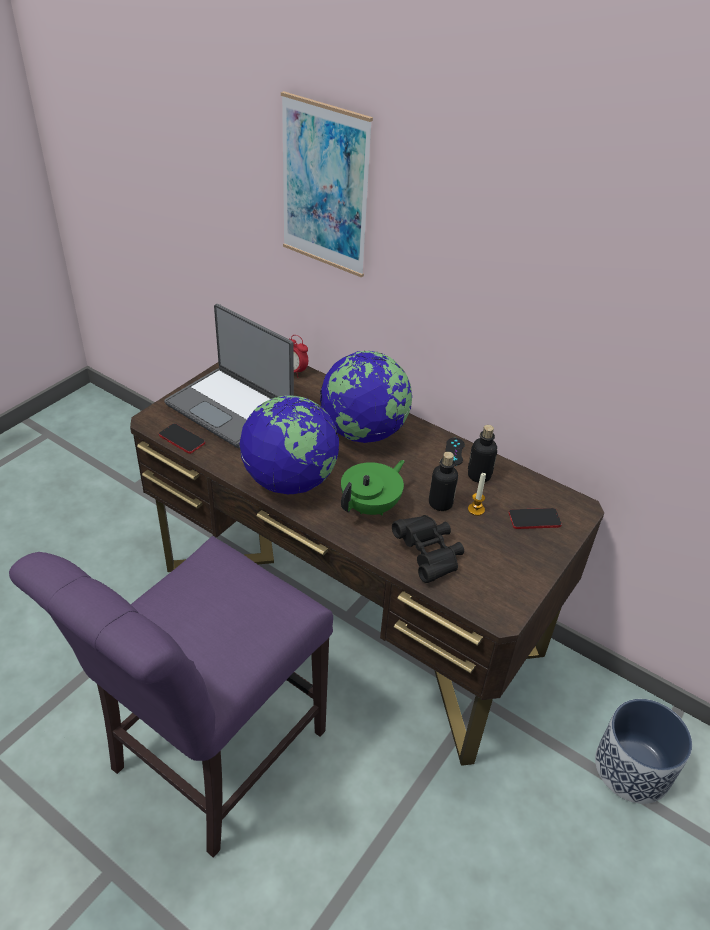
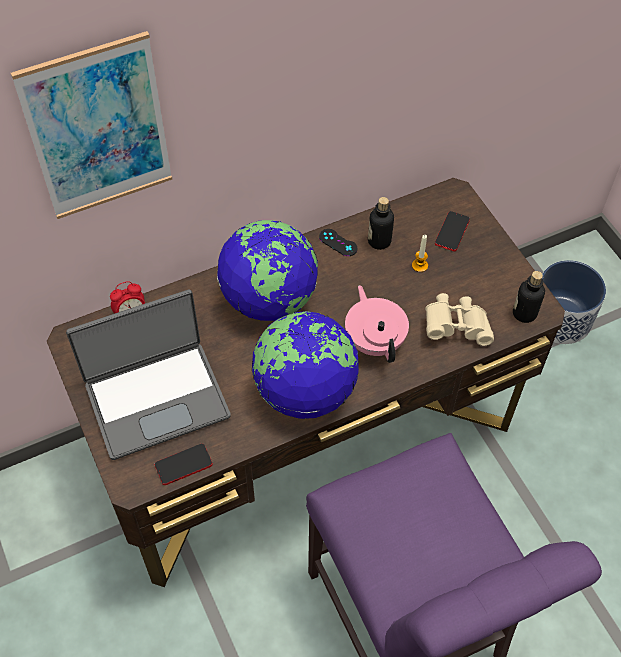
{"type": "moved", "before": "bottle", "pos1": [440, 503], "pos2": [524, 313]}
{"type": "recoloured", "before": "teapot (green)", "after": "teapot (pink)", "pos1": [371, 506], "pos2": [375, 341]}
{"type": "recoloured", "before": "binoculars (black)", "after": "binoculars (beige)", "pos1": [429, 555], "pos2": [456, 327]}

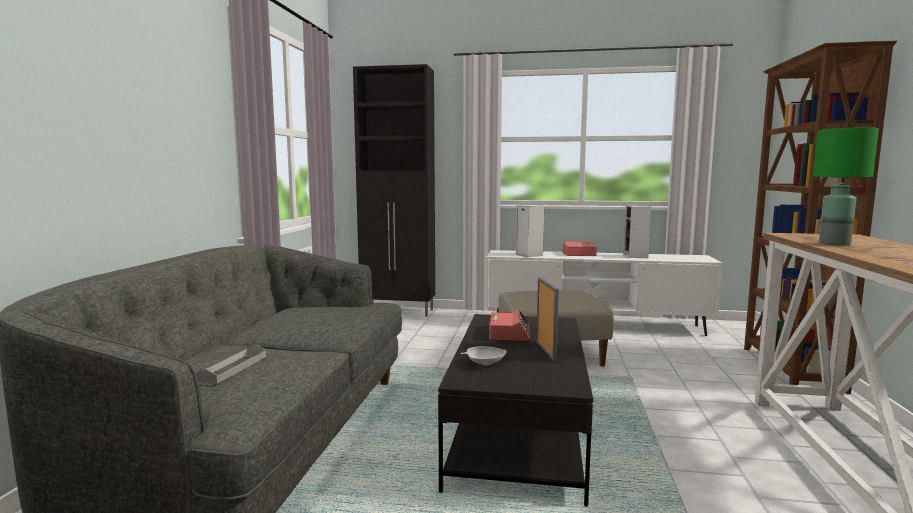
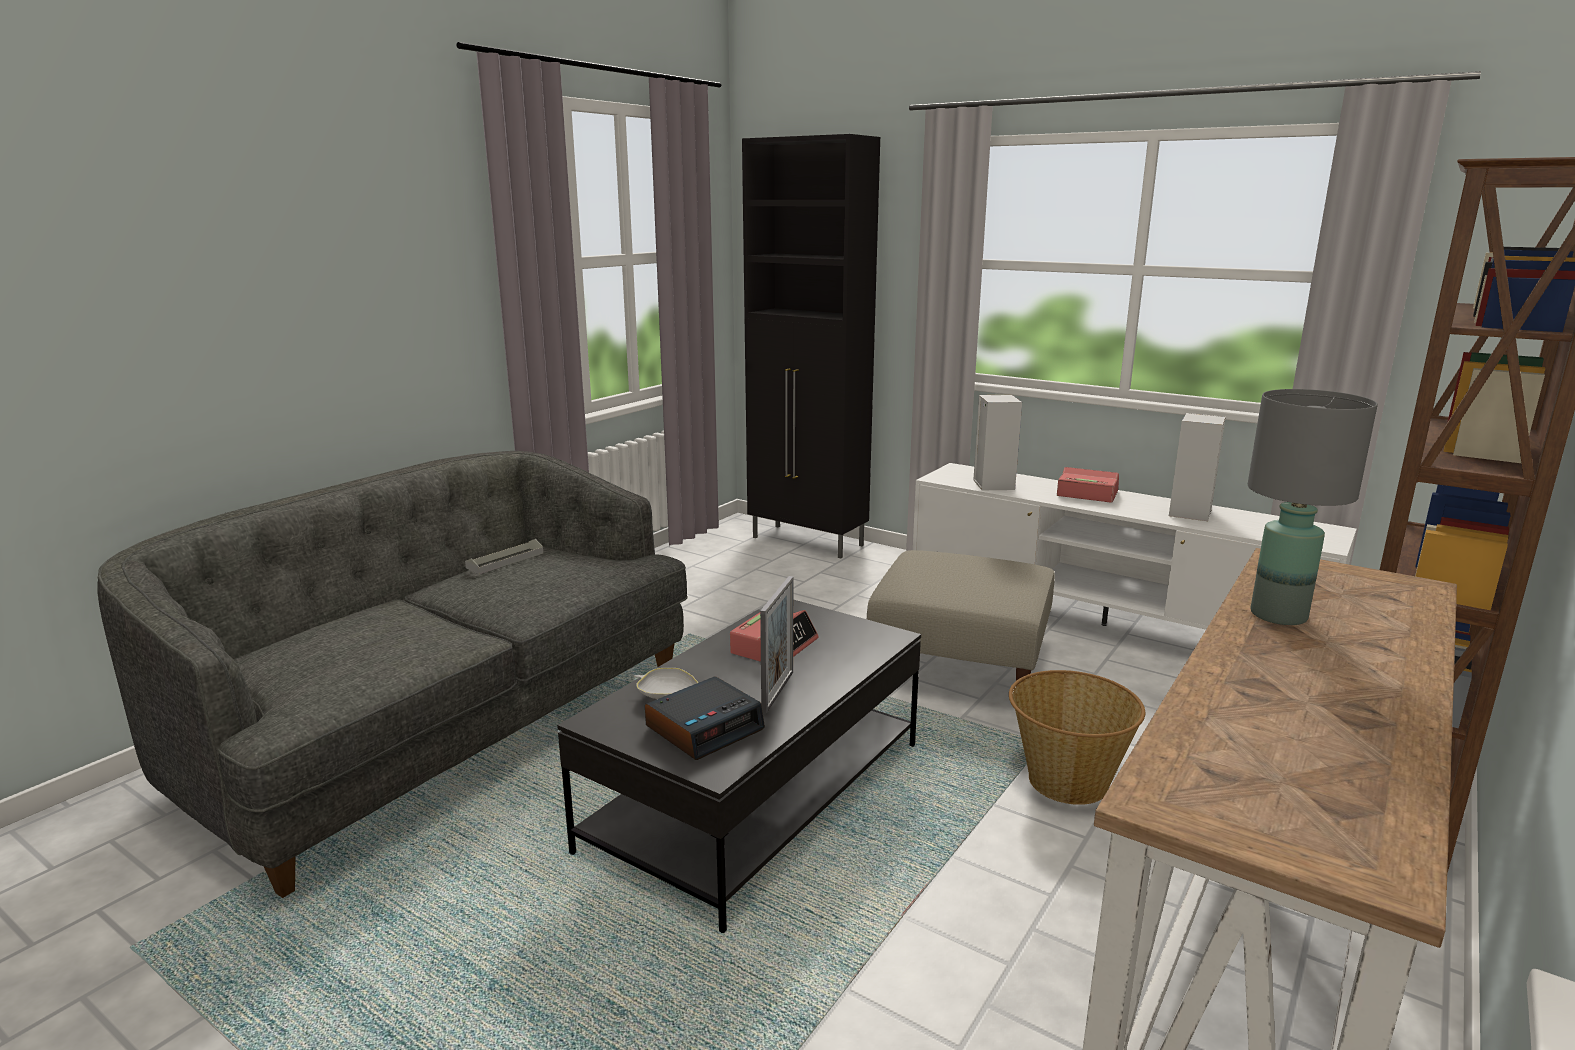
{"type": "recoloured", "before": "table lamp (green)", "after": "table lamp (grey)", "pos1": [833, 244], "pos2": [1277, 615]}
{"type": "moved", "before": "tray (grey)", "pos1": [233, 368], "pos2": [505, 560]}
{"type": "added", "after": "basket", "pos2": [1067, 780]}
{"type": "added", "after": "alarm clock", "pos2": [705, 727]}

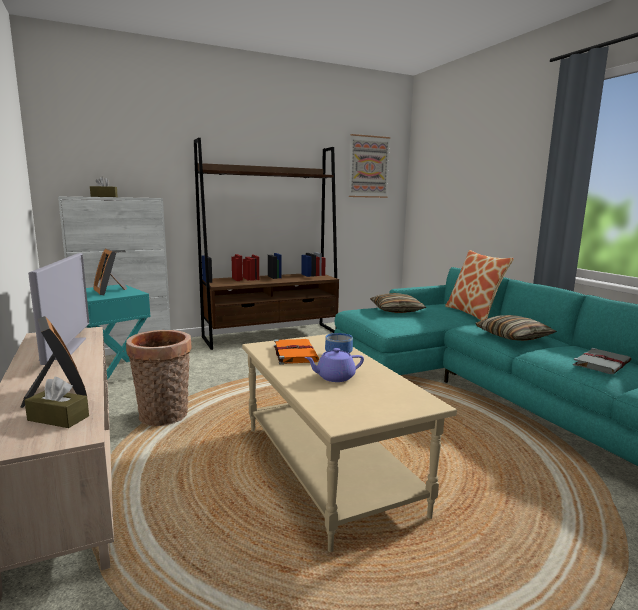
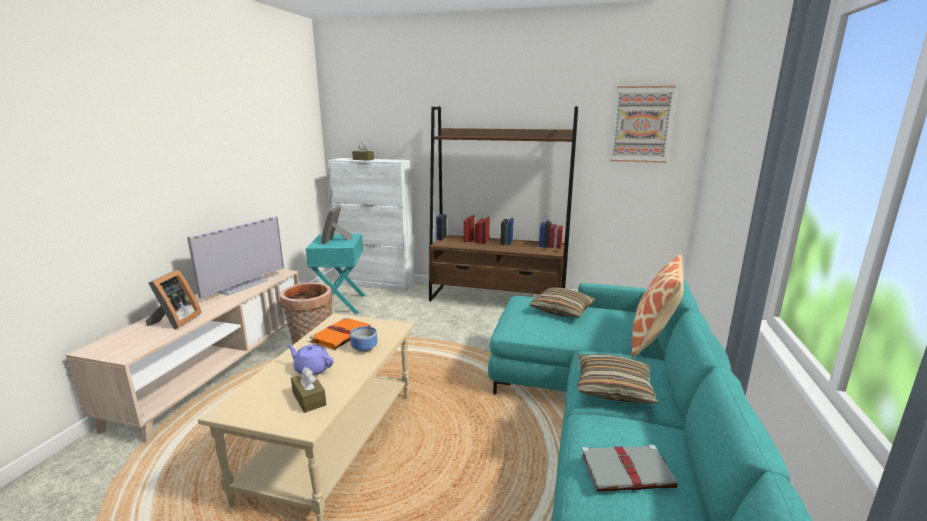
{"type": "moved", "before": "tissue box (brown)", "pos1": [58, 418], "pos2": [309, 399]}

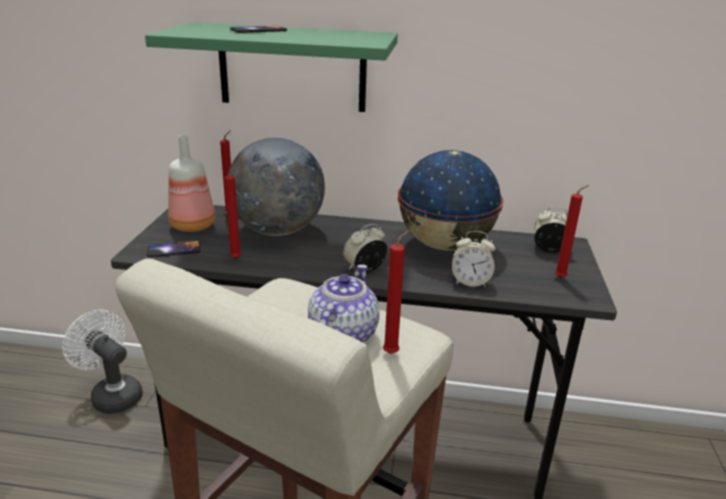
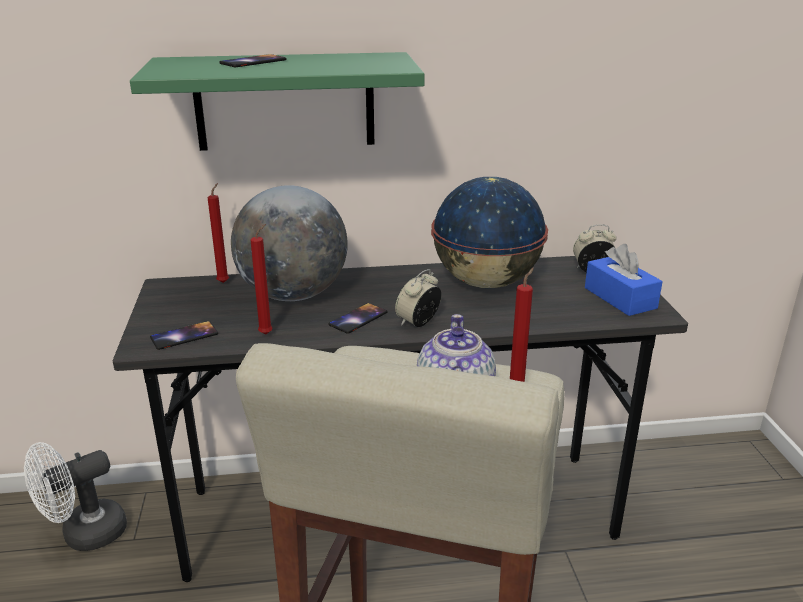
{"type": "removed", "before": "bottle", "pos1": [194, 225]}
{"type": "replaced", "before": "candle (red)", "after": "tissue box (blue)", "pos1": [562, 278], "pos2": [620, 298]}
{"type": "removed", "before": "alarm clock", "pos1": [470, 282]}
{"type": "turned", "before": "fan (white)", "pos1": [112, 394], "pos2": [84, 535], "turn": -60}
{"type": "added", "after": "phone", "pos2": [358, 318]}

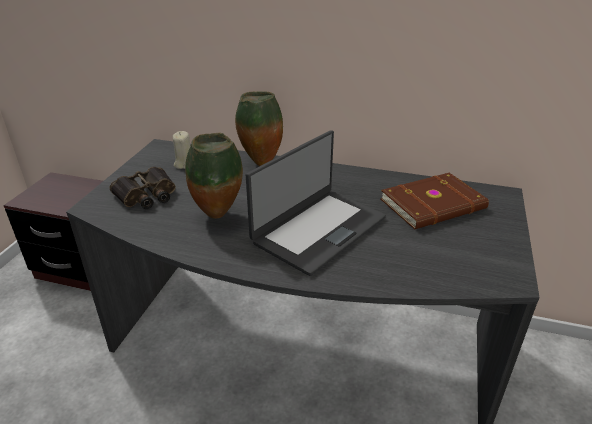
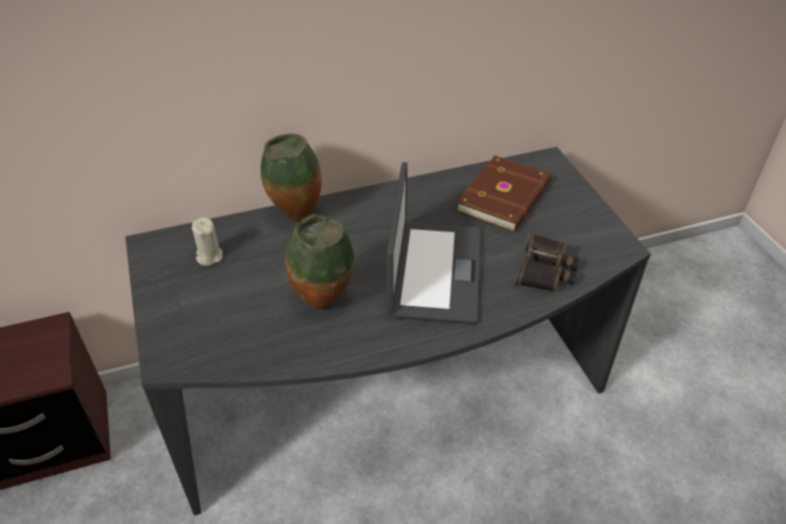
{"type": "moved", "before": "binoculars", "pos1": [146, 195], "pos2": [546, 270]}

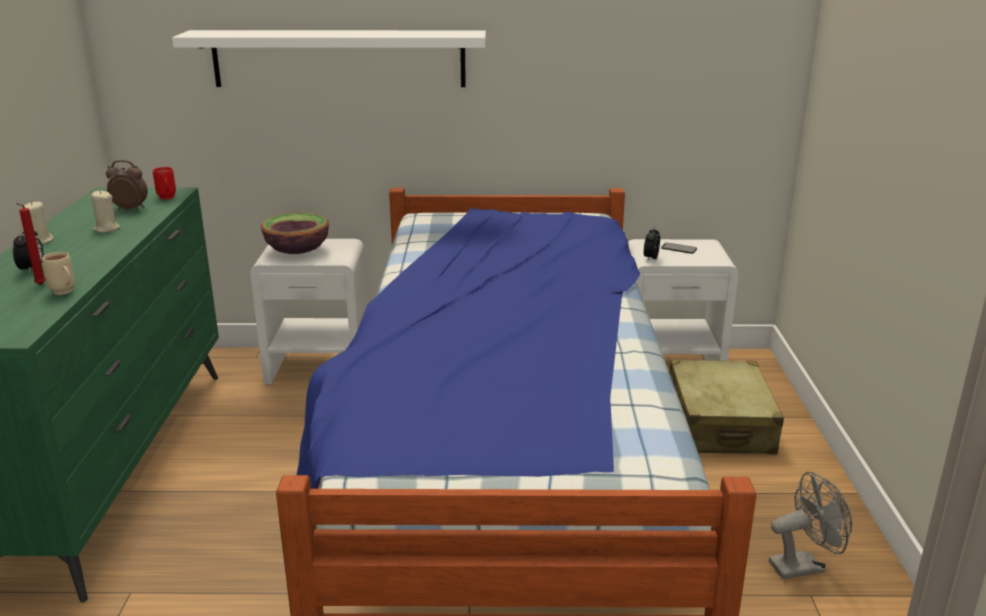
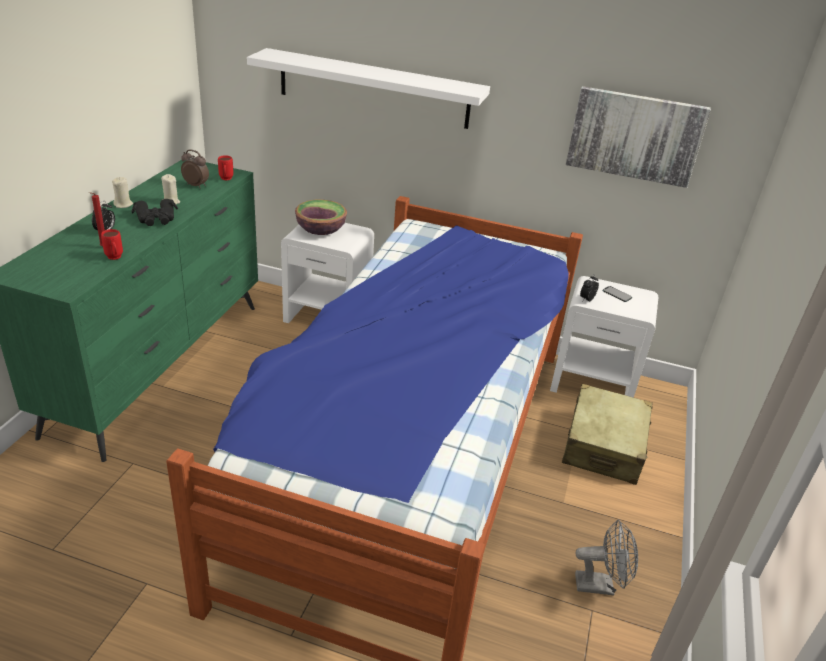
{"type": "recoloured", "before": "mug (beige)", "after": "mug (red)", "pos1": [65, 293], "pos2": [115, 258]}
{"type": "added", "after": "picture", "pos2": [635, 136]}
{"type": "added", "after": "binoculars (black)", "pos2": [156, 218]}

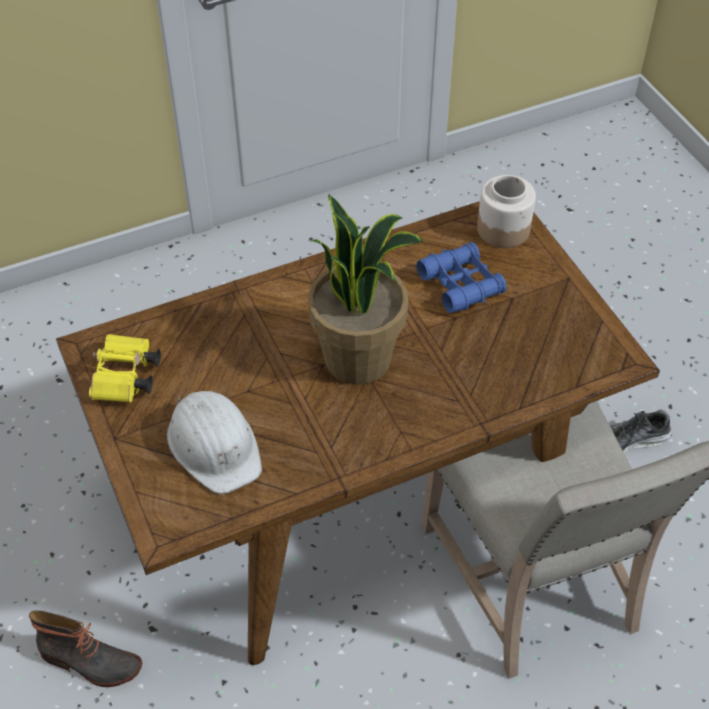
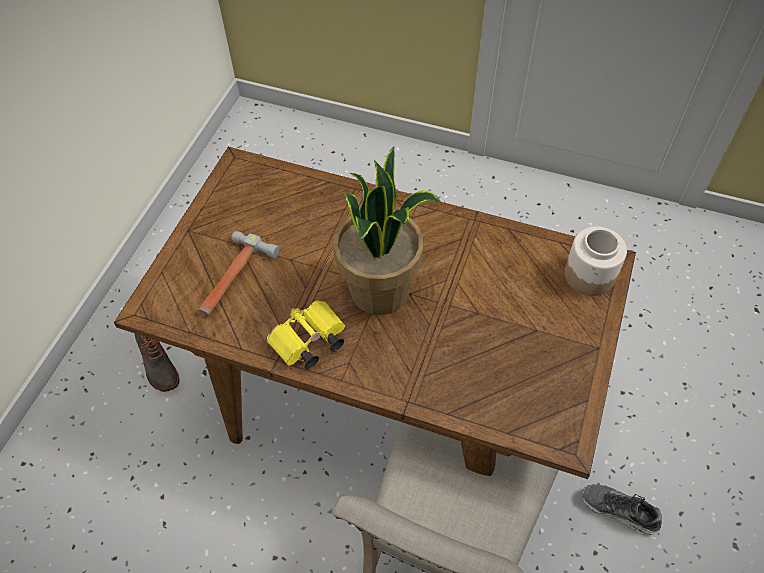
{"type": "removed", "before": "binoculars (blue)", "pos1": [460, 284]}
{"type": "moved", "before": "binoculars (yellow)", "pos1": [126, 379], "pos2": [308, 343]}
{"type": "replaced", "before": "hard hat (white)", "after": "hammer", "pos1": [215, 445], "pos2": [233, 279]}

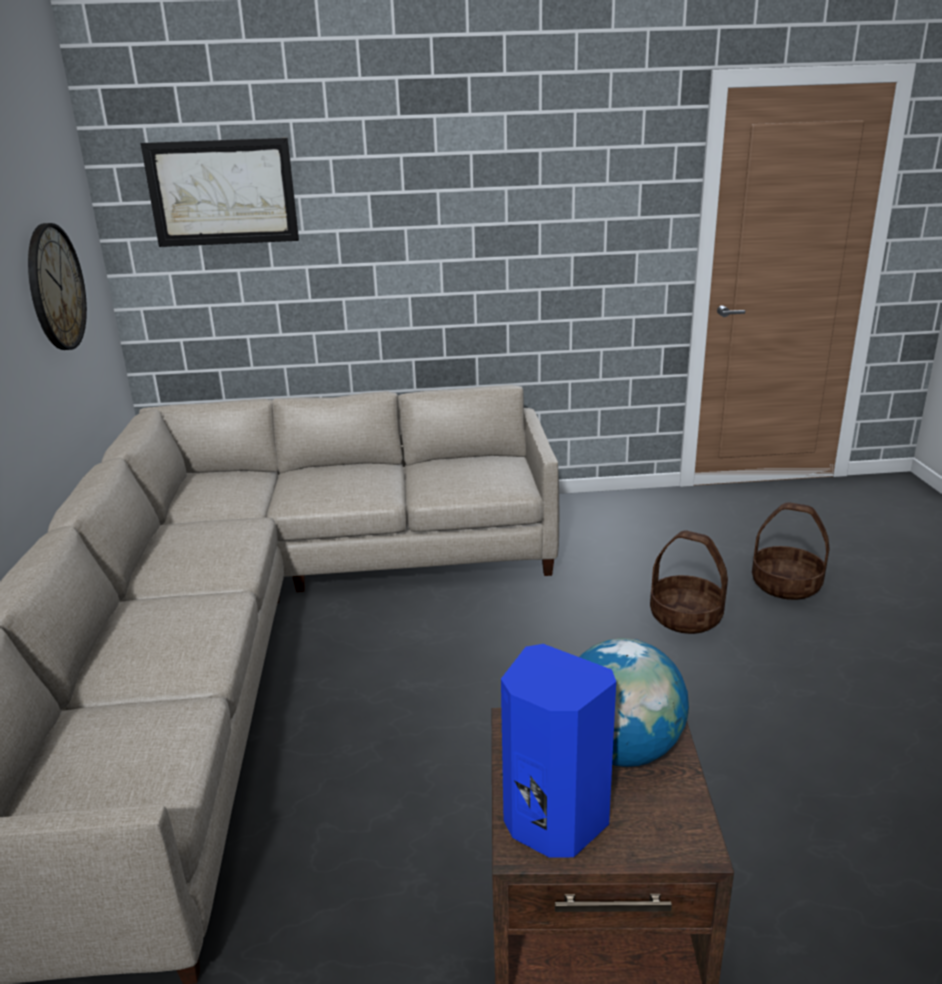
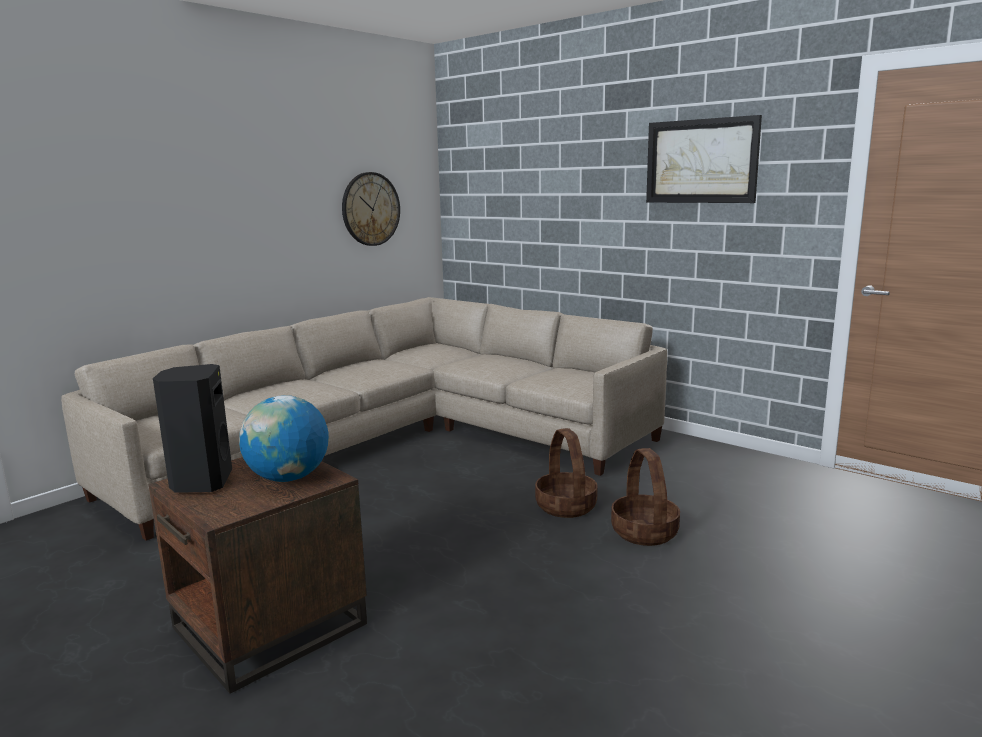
{"type": "moved", "before": "picture", "pos1": [222, 192], "pos2": [701, 161]}
{"type": "moved", "before": "basket", "pos1": [786, 585], "pos2": [566, 506]}
{"type": "recoloured", "before": "speaker (blue)", "after": "speaker (black)", "pos1": [552, 823], "pos2": [200, 482]}

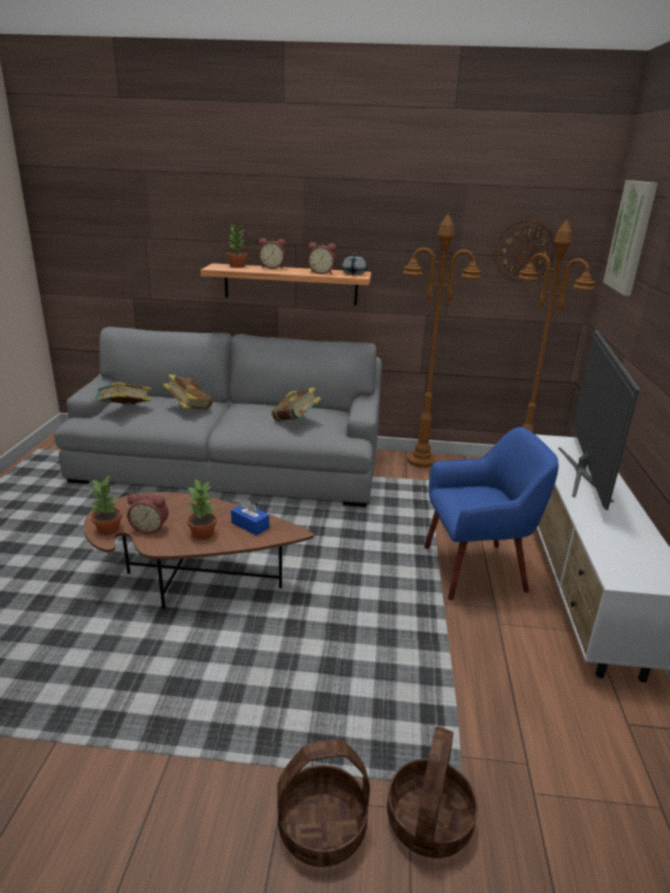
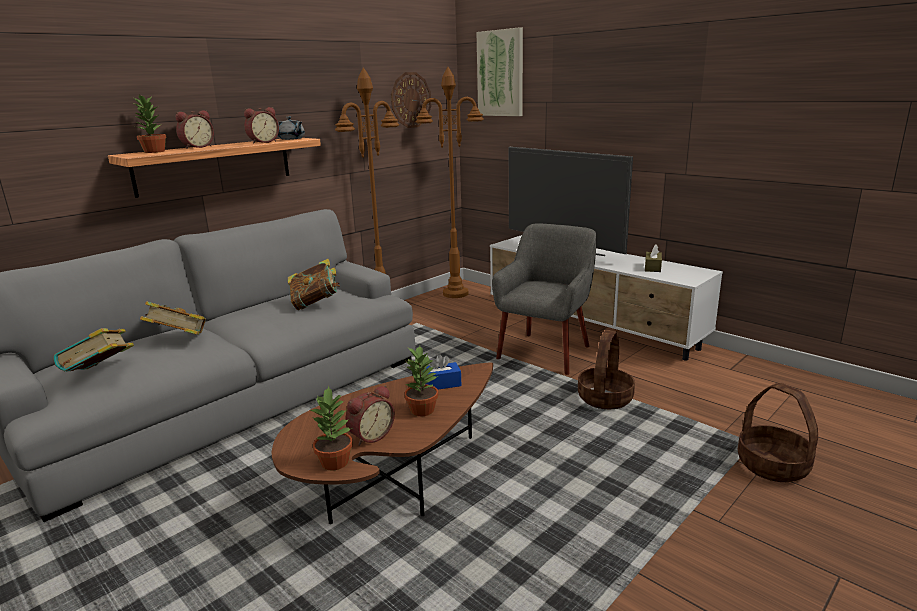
{"type": "recoloured", "before": "armchair (blue)", "after": "armchair (grey)", "pos1": [475, 569], "pos2": [545, 352]}
{"type": "moved", "before": "basket", "pos1": [321, 828], "pos2": [605, 398]}
{"type": "added", "after": "tissue box (brown)", "pos2": [652, 267]}

